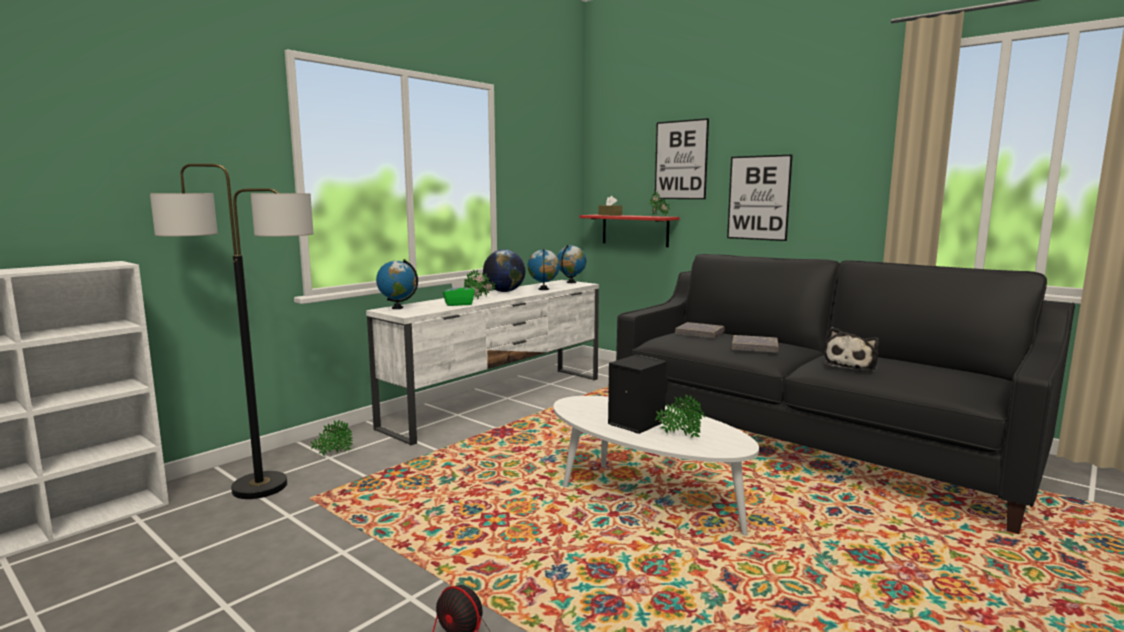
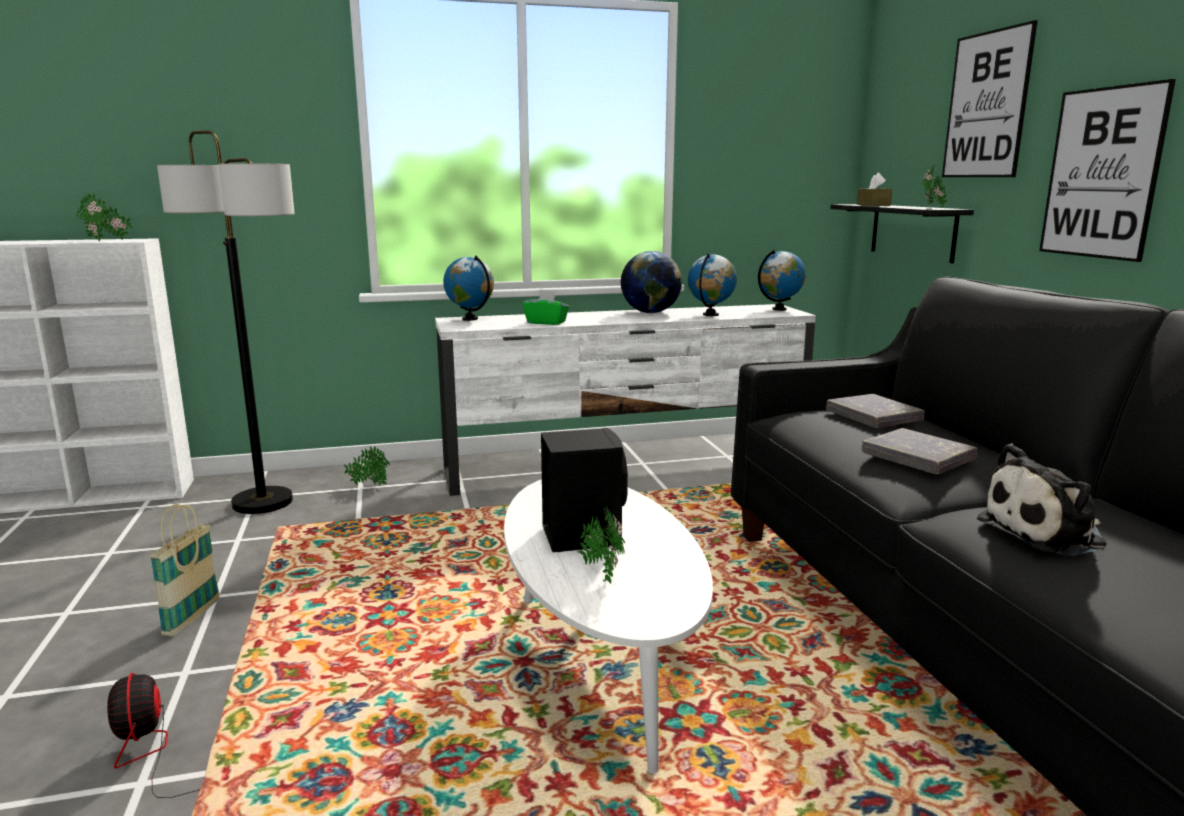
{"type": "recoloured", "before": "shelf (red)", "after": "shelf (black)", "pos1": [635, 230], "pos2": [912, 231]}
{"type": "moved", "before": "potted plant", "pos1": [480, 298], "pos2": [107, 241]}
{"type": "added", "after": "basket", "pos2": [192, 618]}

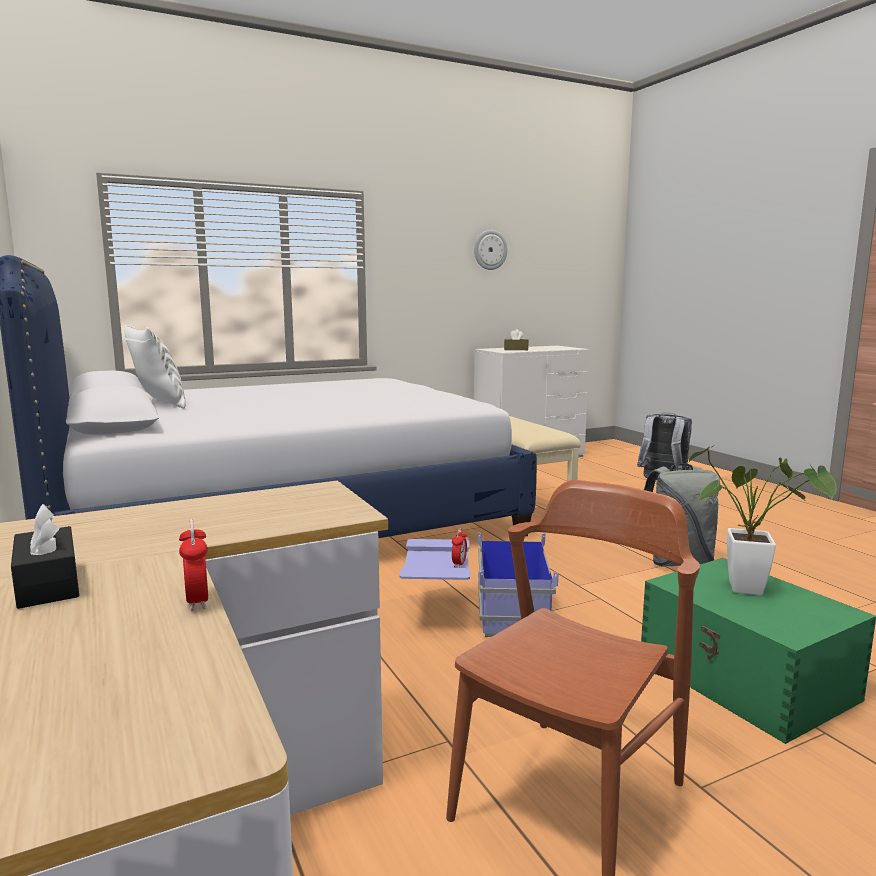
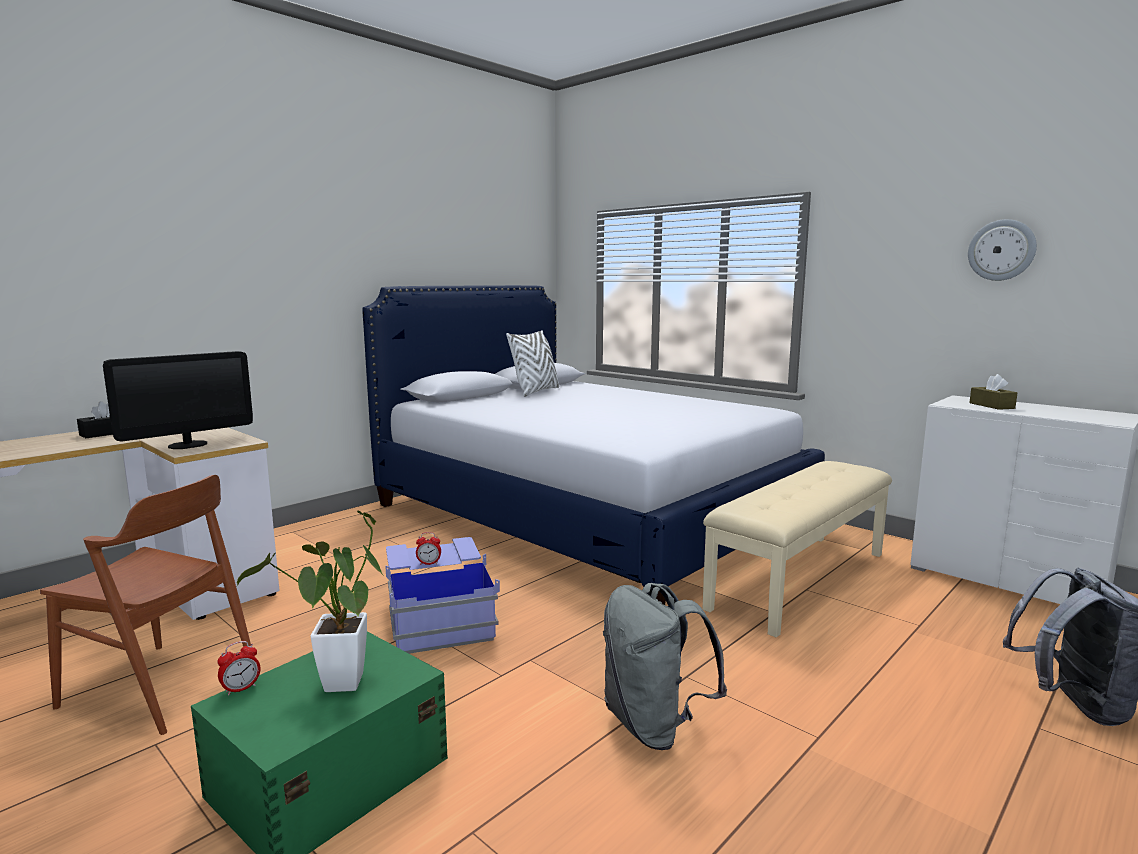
{"type": "moved", "before": "alarm clock", "pos1": [197, 600], "pos2": [241, 689]}
{"type": "added", "after": "monitor", "pos2": [188, 445]}

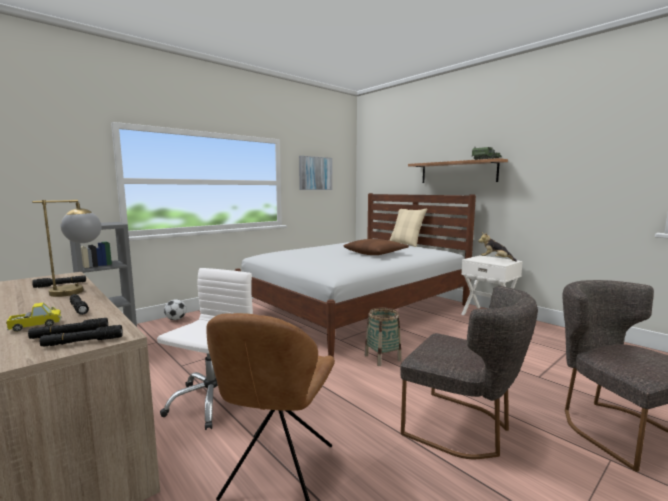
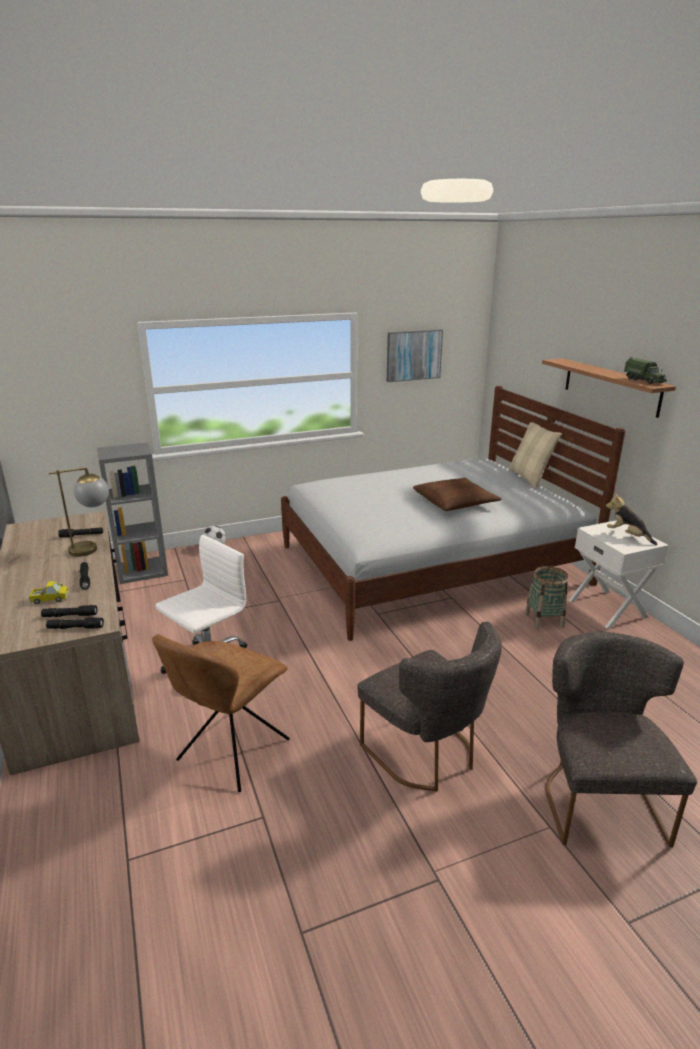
{"type": "moved", "before": "basket", "pos1": [382, 358], "pos2": [544, 620]}

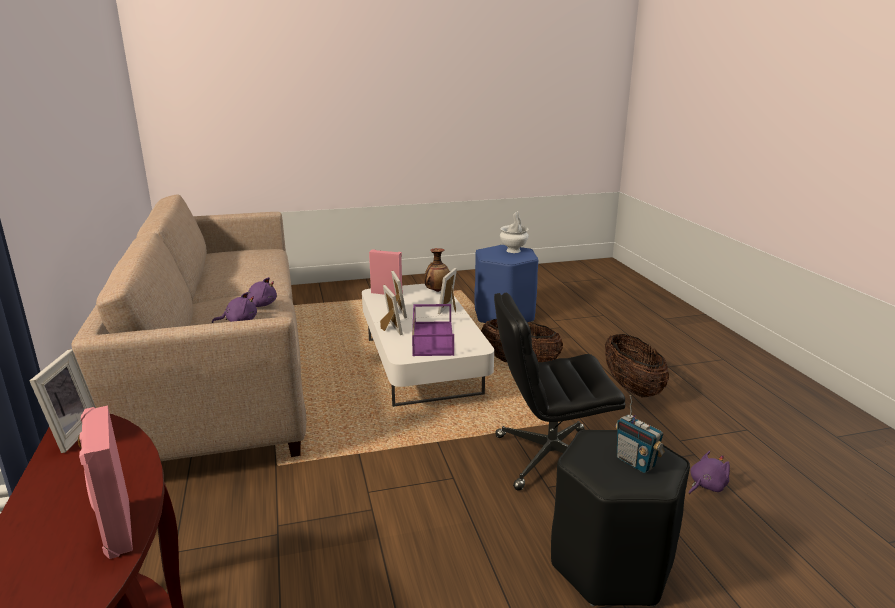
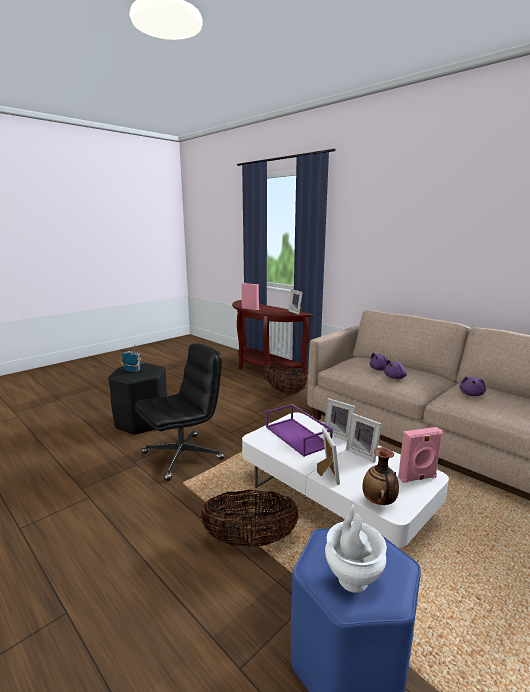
{"type": "moved", "before": "basket", "pos1": [632, 388], "pos2": [284, 391]}
{"type": "moved", "before": "plush toy (purple)", "pos1": [706, 486], "pos2": [471, 394]}

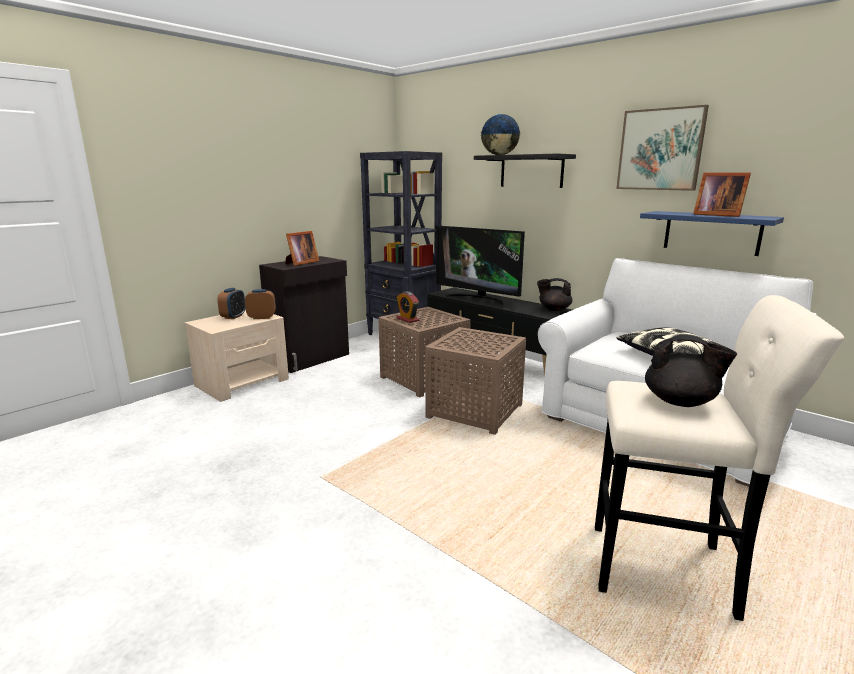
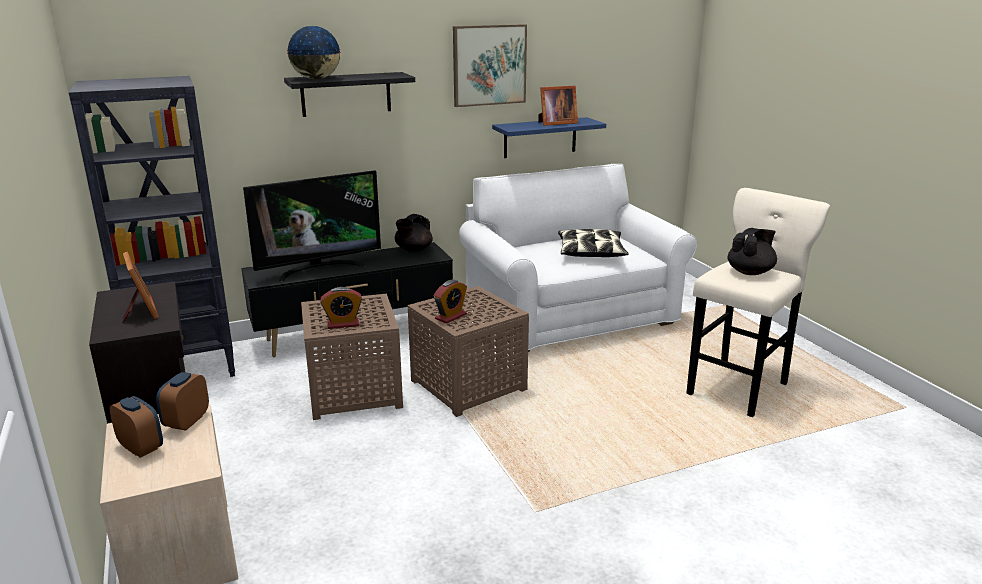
{"type": "added", "after": "alarm clock", "pos2": [451, 316]}

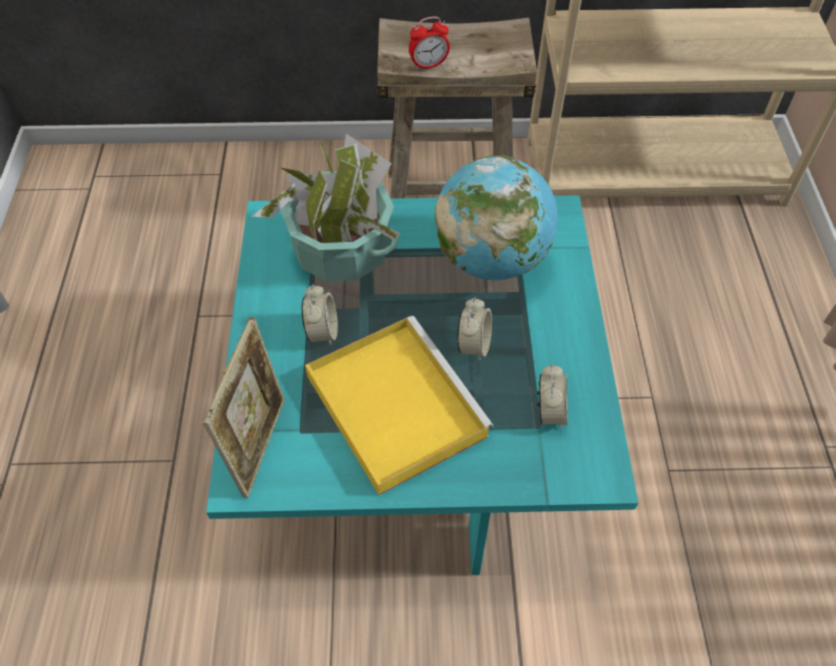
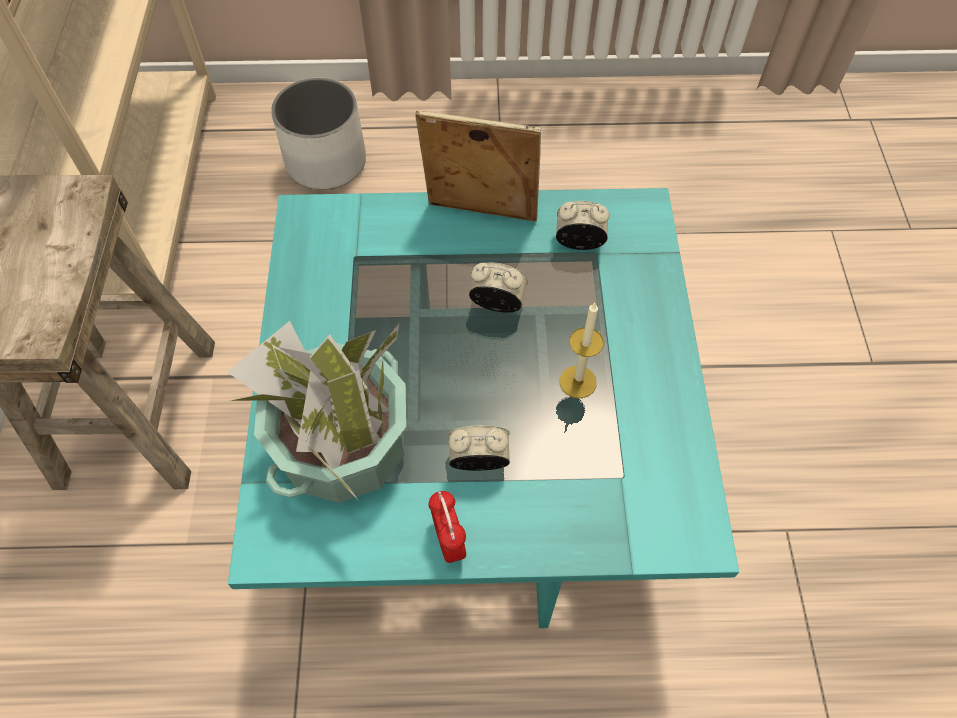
{"type": "moved", "before": "alarm clock", "pos1": [428, 65], "pos2": [448, 540]}
{"type": "removed", "before": "globe", "pos1": [491, 259]}
{"type": "replaced", "before": "tray (yellow)", "after": "candle", "pos1": [393, 403], "pos2": [578, 382]}
{"type": "moved", "before": "picture frame", "pos1": [260, 444], "pos2": [480, 215]}
{"type": "added", "after": "planter (white)", "pos2": [326, 162]}

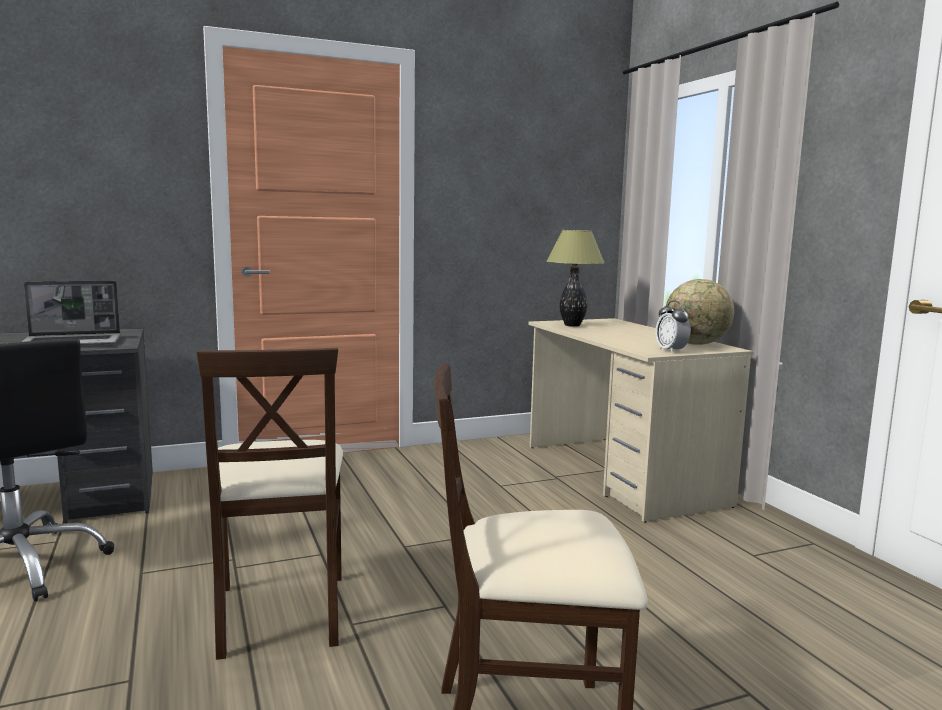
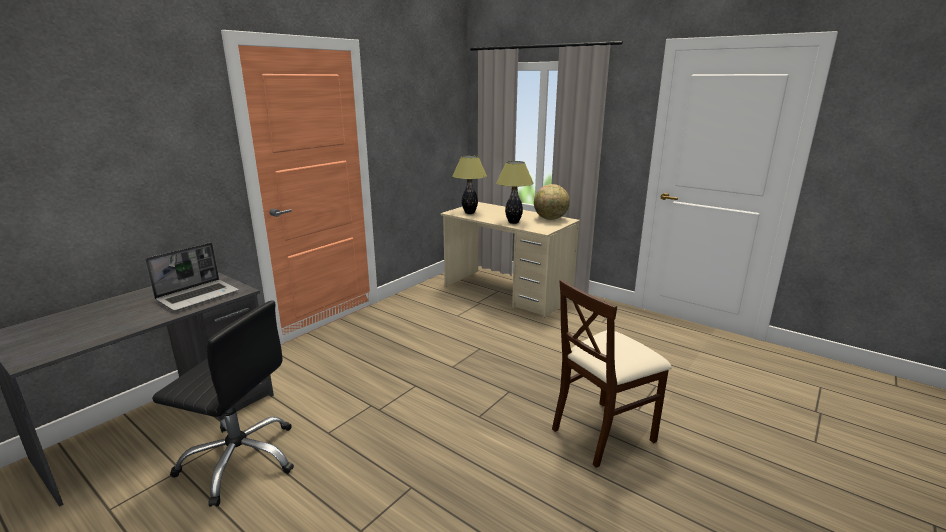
{"type": "removed", "before": "alarm clock", "pos1": [671, 351]}
{"type": "removed", "before": "chair (beige)", "pos1": [280, 612]}
{"type": "added", "after": "table lamp", "pos2": [513, 222]}

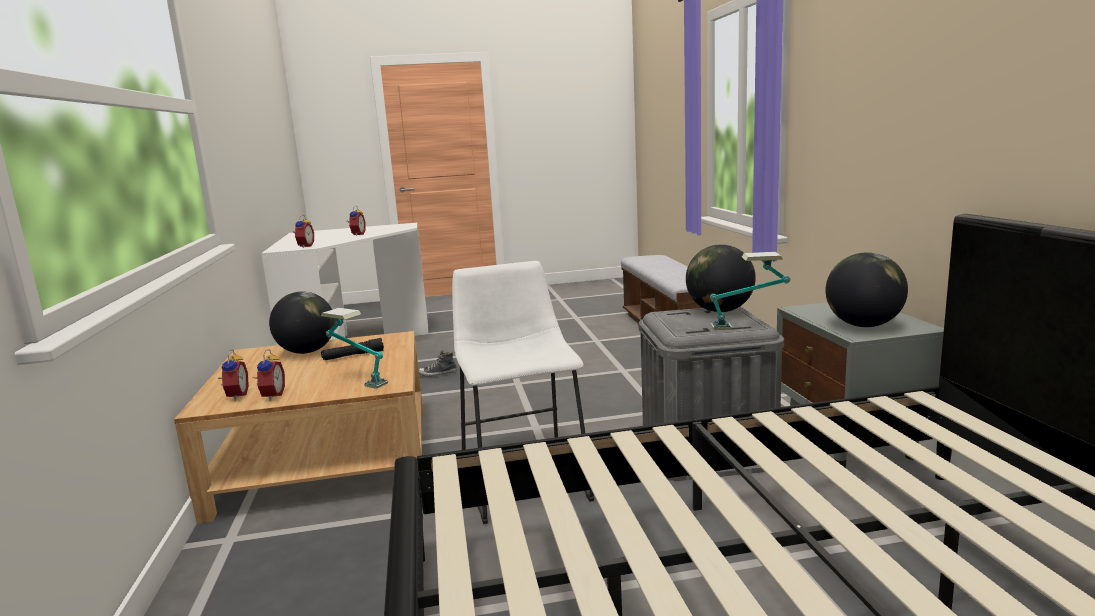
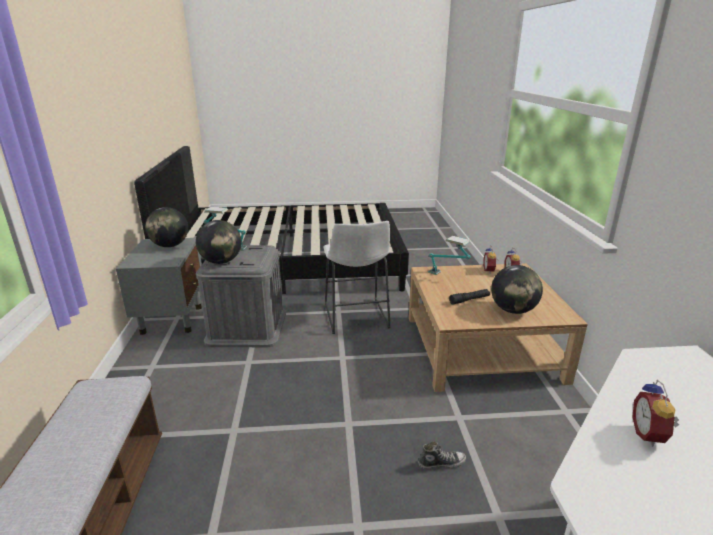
{"type": "removed", "before": "alarm clock", "pos1": [304, 246]}

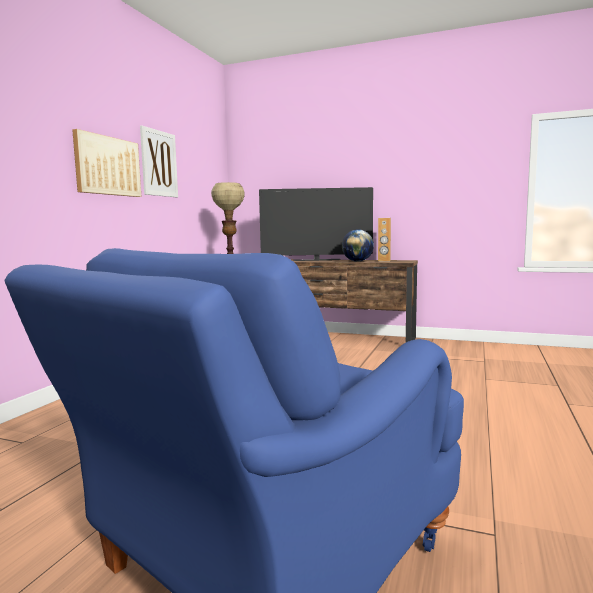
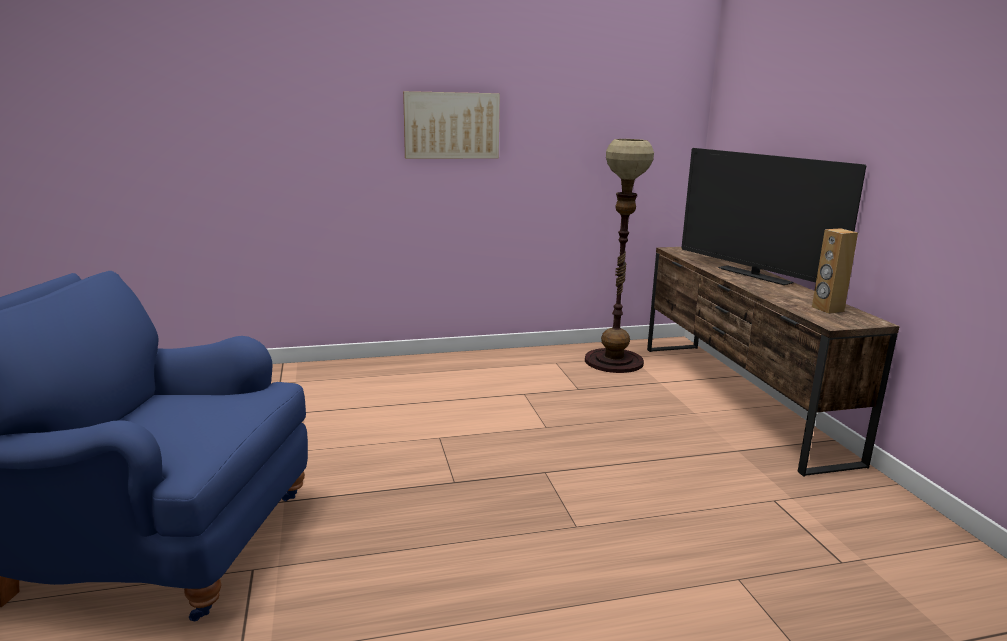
{"type": "removed", "before": "picture", "pos1": [159, 163]}
{"type": "removed", "before": "globe", "pos1": [357, 261]}

